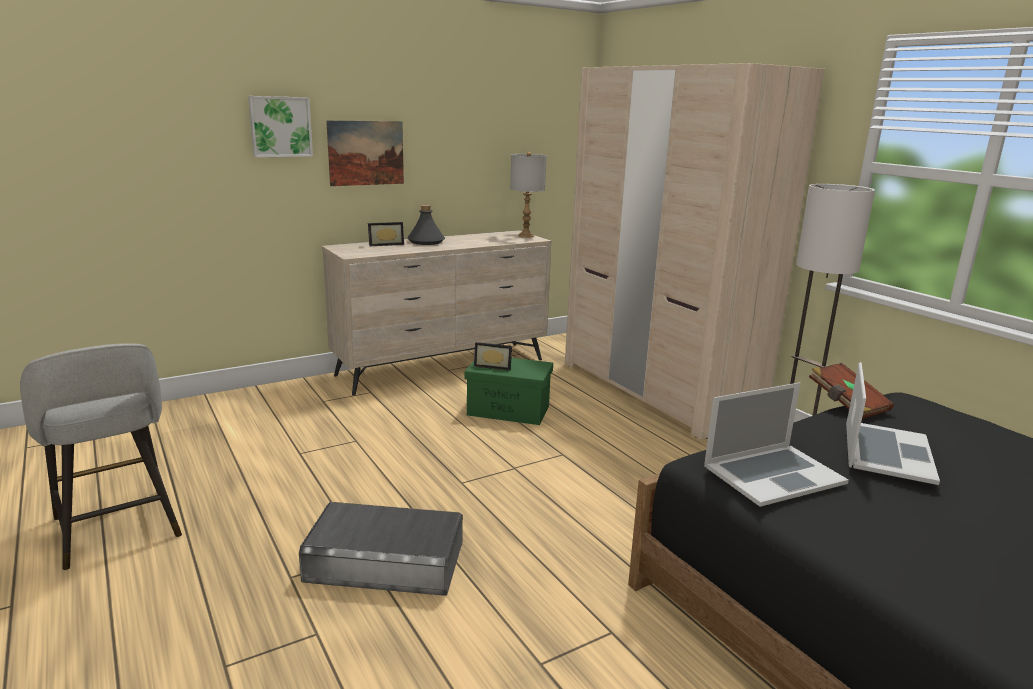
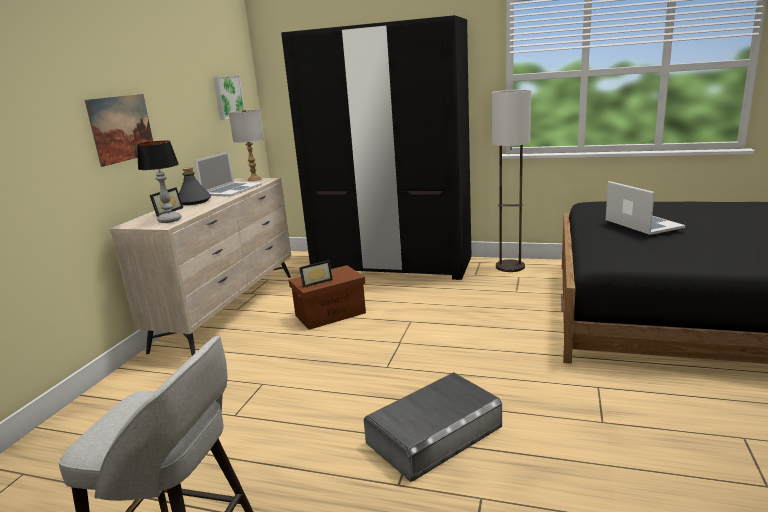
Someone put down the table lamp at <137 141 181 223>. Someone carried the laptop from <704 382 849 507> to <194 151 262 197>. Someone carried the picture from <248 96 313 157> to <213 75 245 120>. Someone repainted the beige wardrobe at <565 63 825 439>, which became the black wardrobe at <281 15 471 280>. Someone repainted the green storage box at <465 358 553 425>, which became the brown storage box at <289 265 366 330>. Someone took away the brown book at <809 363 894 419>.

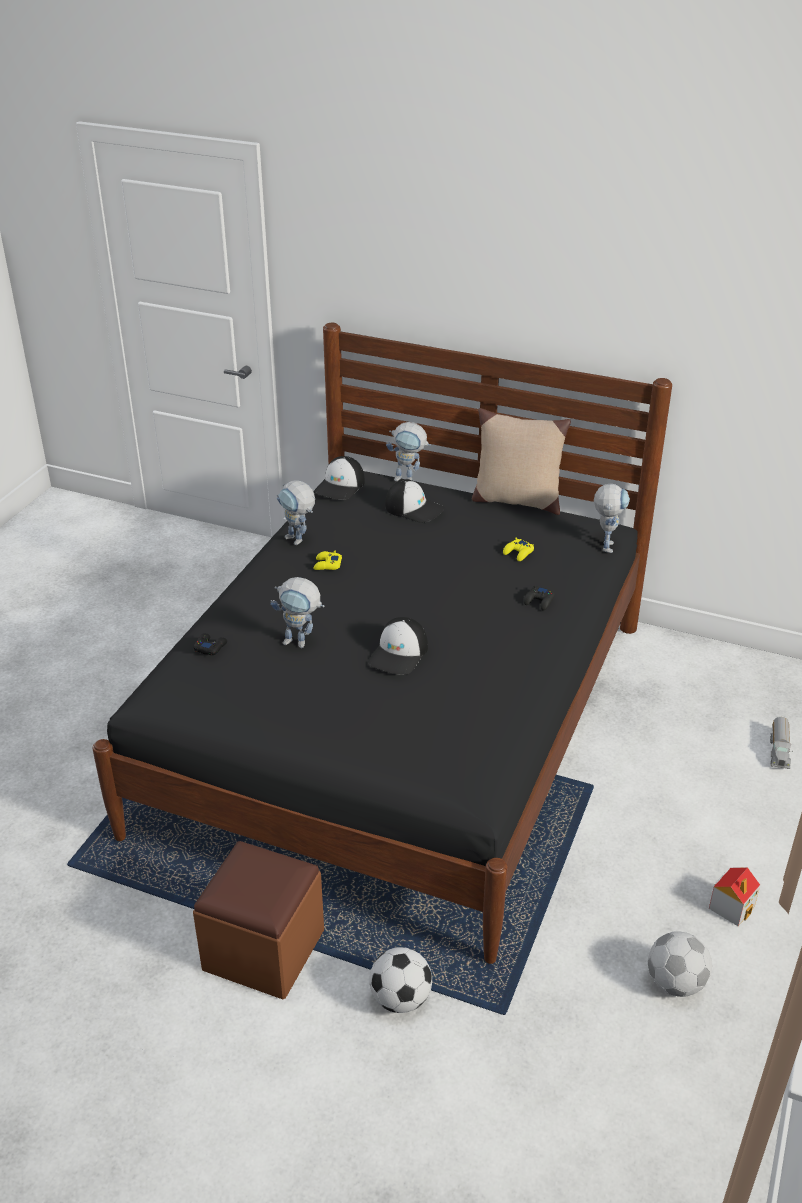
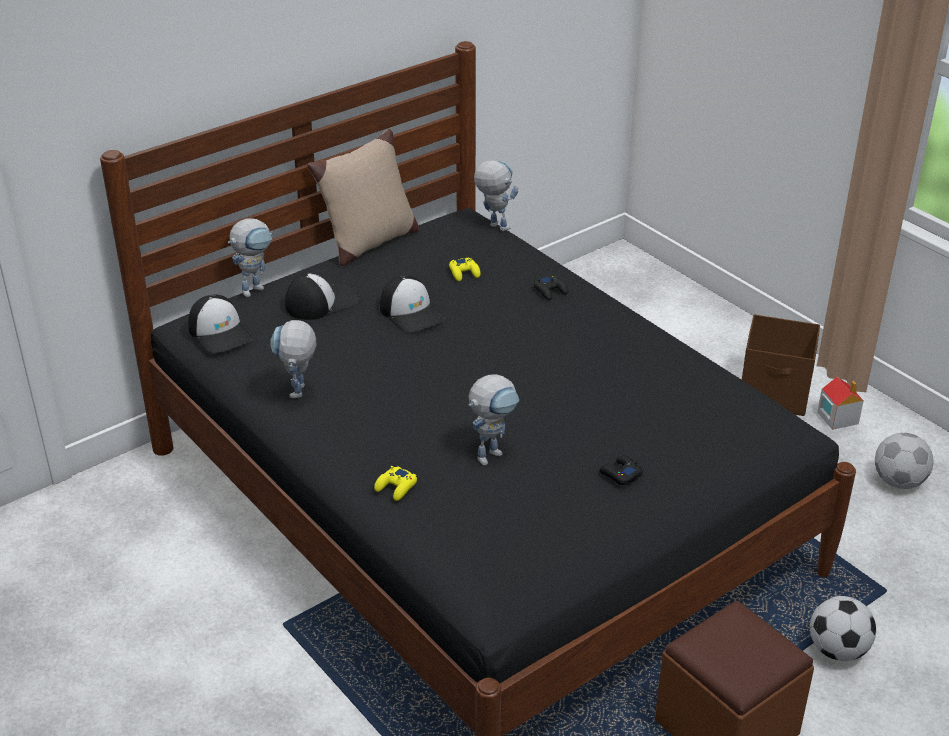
Someone rotated the toy robot at <277 480 315 545> by 105 degrees clockwise. Someone carried the yellow game controller from <313 550 342 570> to <374 466 417 501>. Someone carried the cap from <368 617 428 675> to <380 275 445 332>. Someone carried the black game controller from <193 633 227 655> to <599 455 643 485>. Someone put down the brown storage box at <742 314 820 416>. Someone took away the toy truck at <770 717 793 769>.

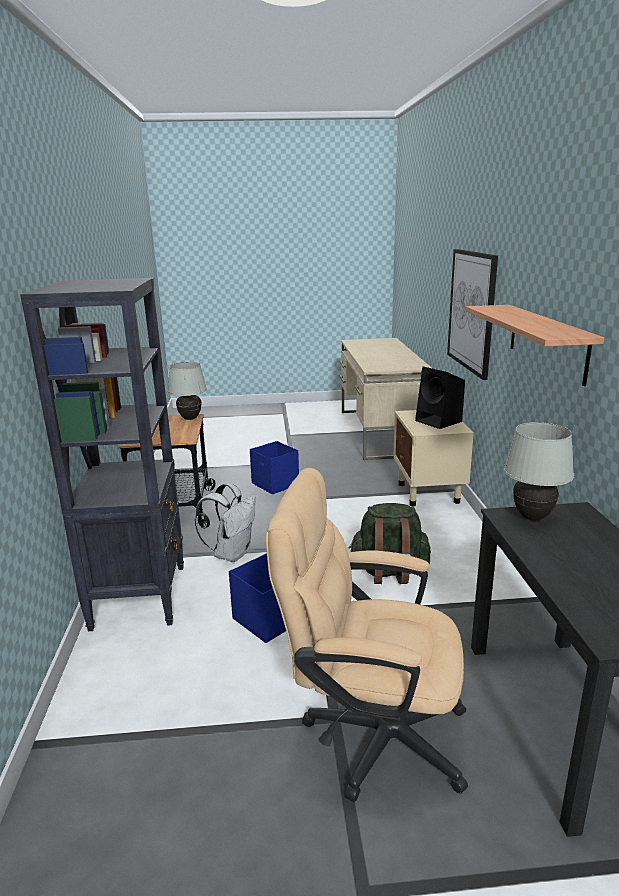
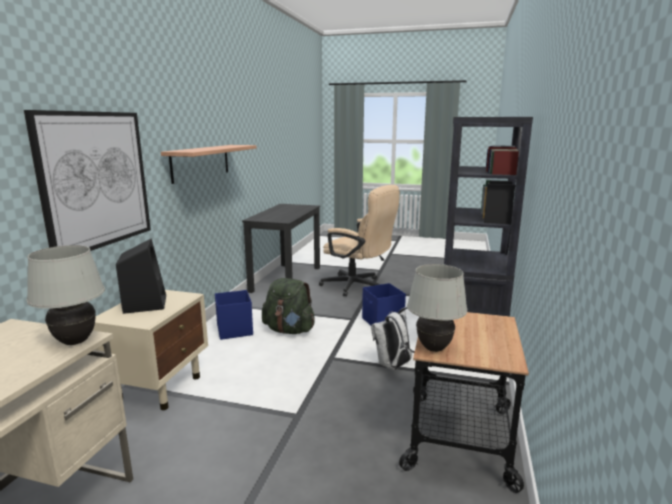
Someone carried the white table lamp from <504 422 574 521> to <27 245 105 345>. Someone carried the blue storage box from <250 441 299 494> to <215 290 253 340>.

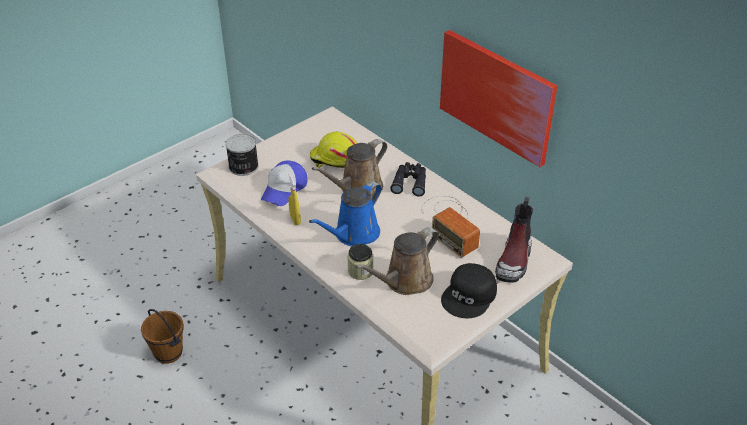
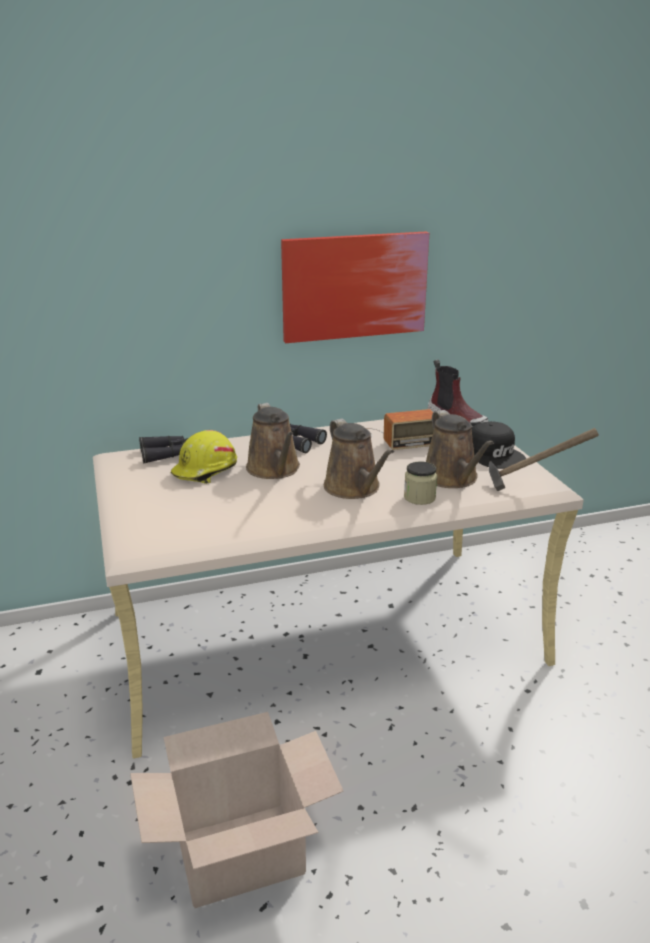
Someone swapped the brown bucket at <141 309 184 364> for the cardboard box at <130 712 343 908>. Someone put down the black binoculars at <139 436 188 464>. Someone repainted the blue watering can at <309 181 382 247>, which became the brown watering can at <324 419 394 499>. Someone put down the hammer at <489 428 599 491>. Someone took away the can at <225 134 259 176>. Someone took away the cap at <261 160 308 206>. Someone took away the yellow spray bottle at <288 174 301 225>.

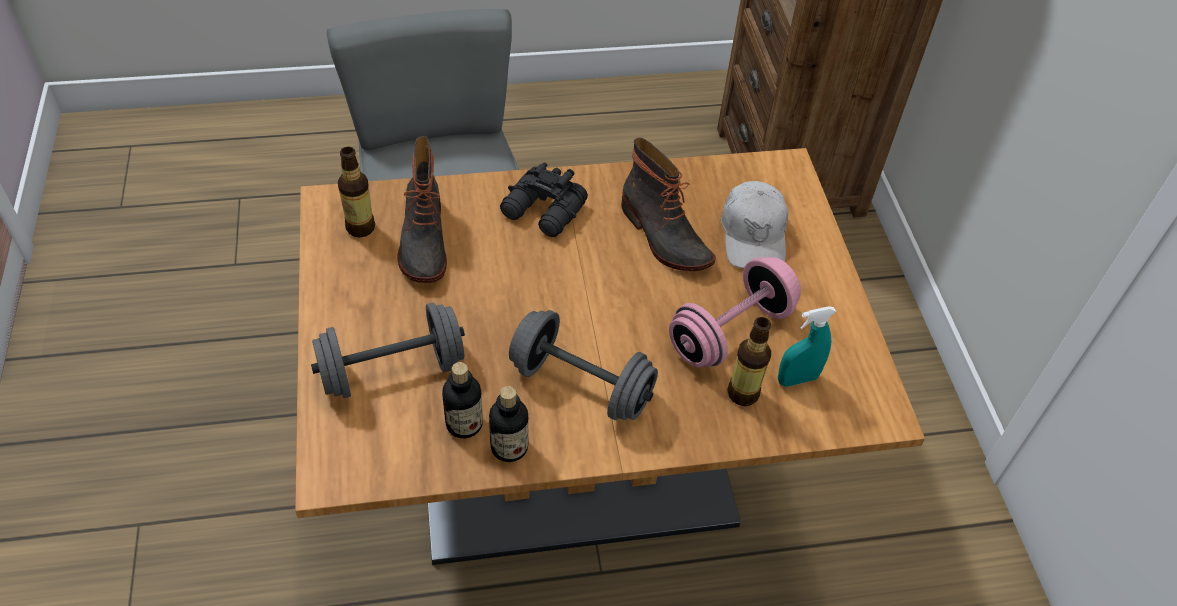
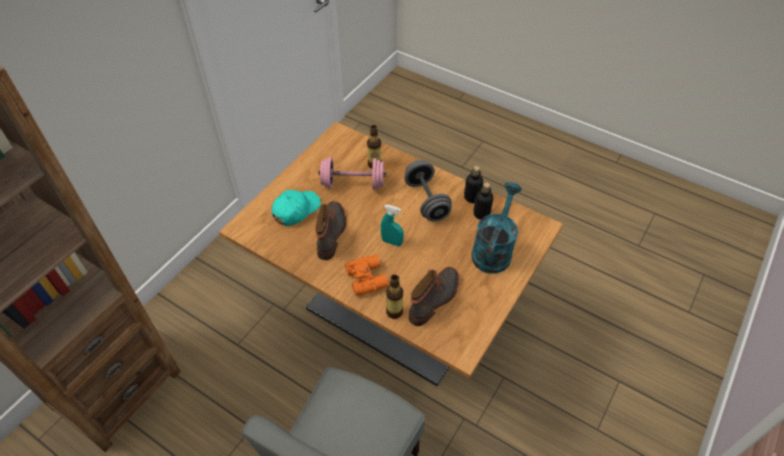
Someone repainted the white cap at <721 181 789 268>, which became the turquoise cap at <272 190 321 226>. Someone repainted the black binoculars at <500 162 588 237>, which became the orange binoculars at <345 255 388 296>. Someone carried the turquoise spray bottle from <778 306 836 387> to <381 205 404 246>. Someone carried the bottle from <338 147 375 237> to <386 275 403 319>. Someone swapped the grey dumbbell at <311 302 465 398> for the turquoise watering can at <471 182 522 274>.

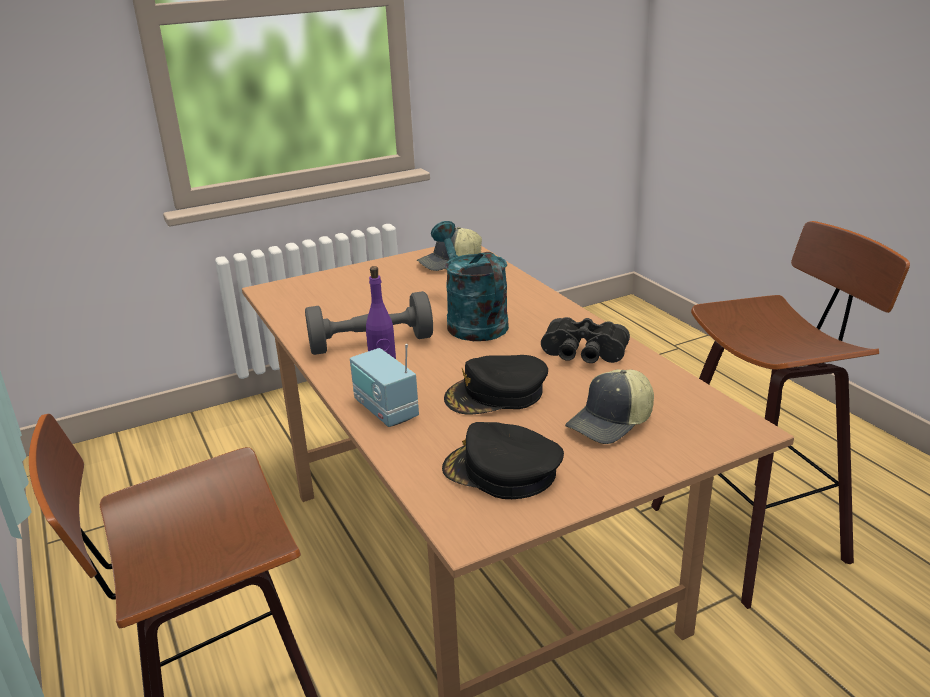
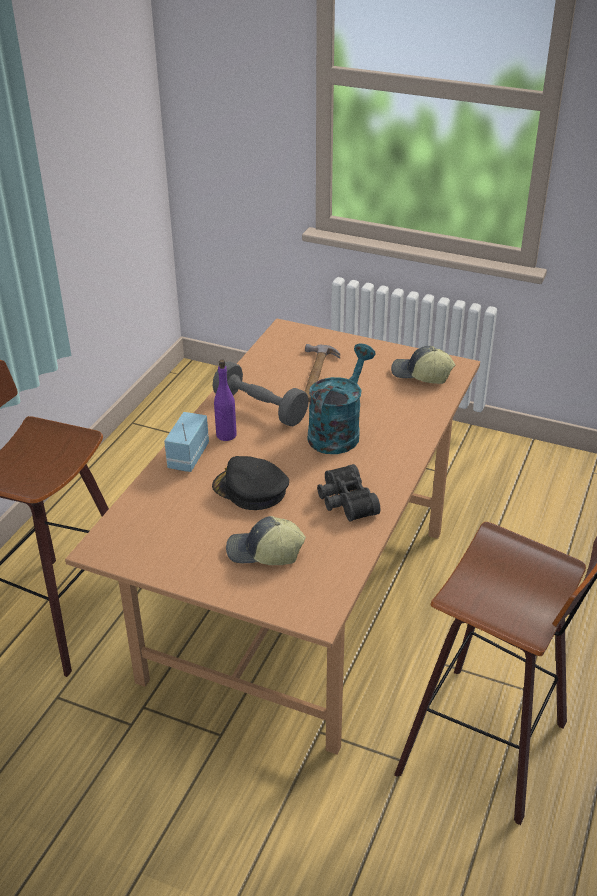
Someone put down the hammer at <305 344 340 402>. Someone took away the black cap at <442 422 564 499>.

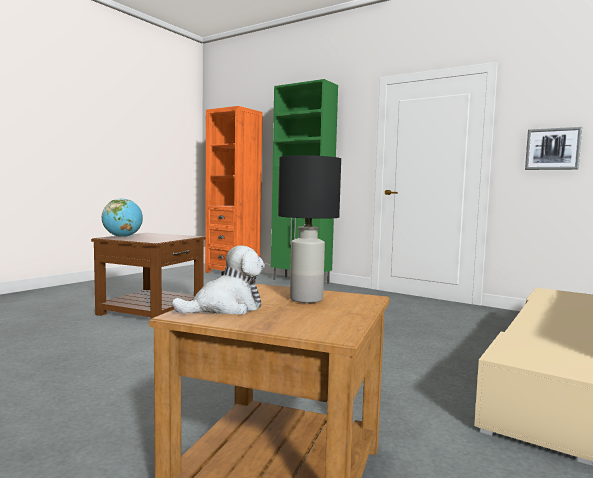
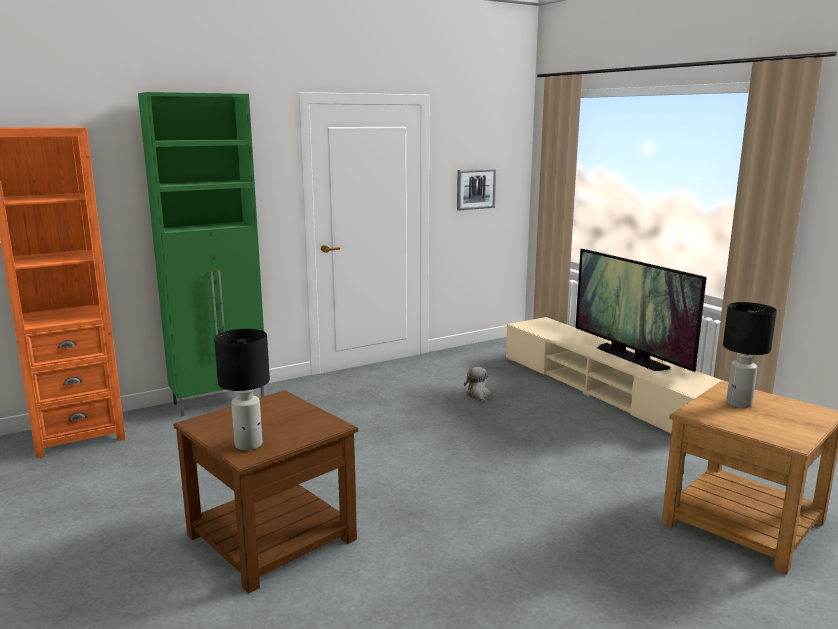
Someone swapped the globe at <102 198 143 237> for the black table lamp at <214 329 270 450>. Someone carried the plush toy from <172 246 265 315> to <464 367 491 403>. Someone put down the television at <575 249 707 372>.

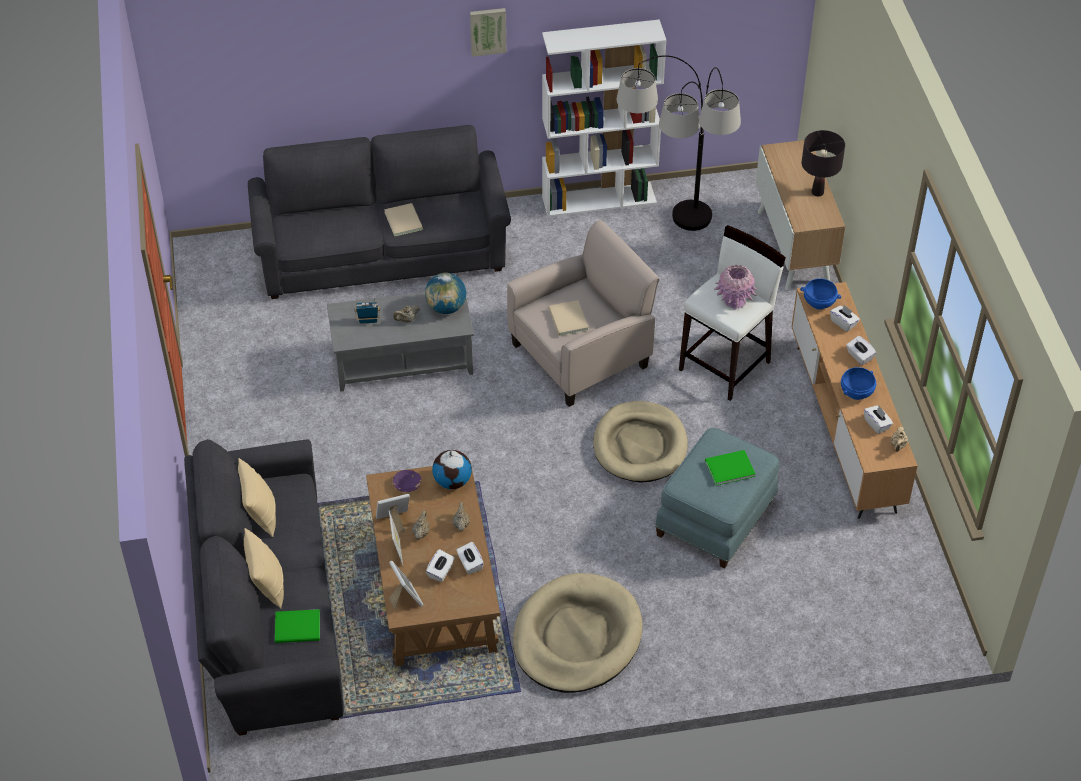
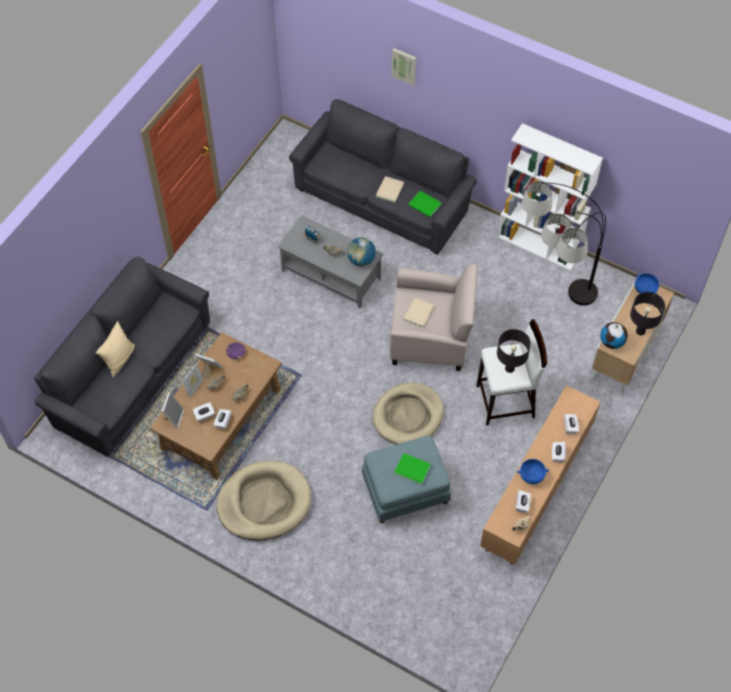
Someone carried the picture from <470 8 507 57> to <392 48 416 86>. Someone carried the green book from <275 609 320 643> to <408 191 442 217>. Someone swapped the pink vase at <714 265 758 310> for the black table lamp at <497 329 531 373>. Someone carried the globe from <432 450 472 489> to <600 322 628 349>. Someone carried the blue bowl from <800 279 841 309> to <635 273 659 294>. Someone took away the beige pillow at <238 458 276 537>.

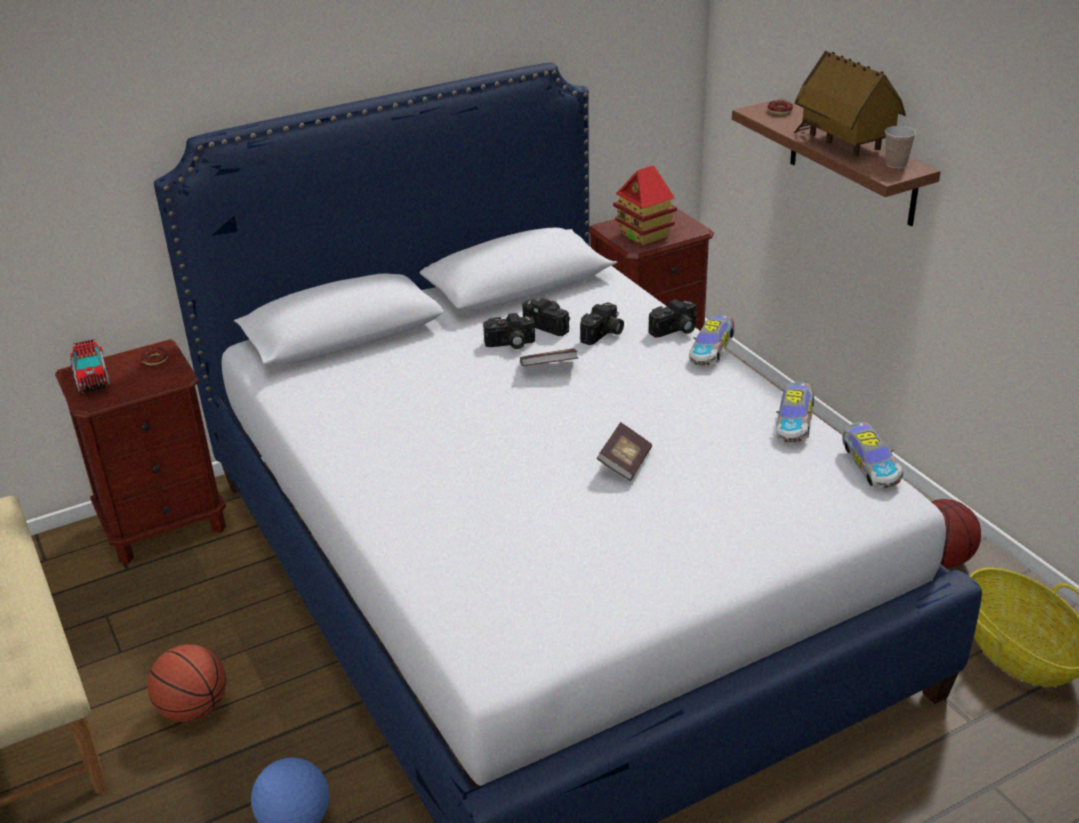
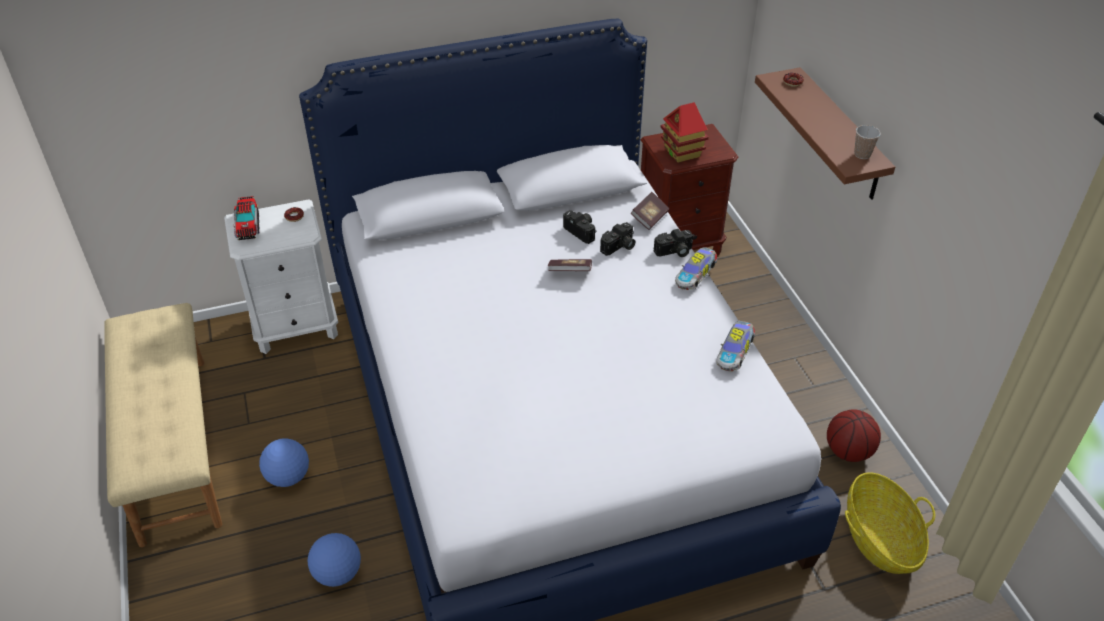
Someone repainted the brown nightstand at <55 339 226 564>, which became the white nightstand at <224 199 338 354>. Someone swapped the basketball at <147 644 226 722> for the football at <259 438 309 487>. Someone carried the book from <597 422 652 481> to <631 192 669 230>. Someone took away the photo camera at <483 313 535 349>. Someone took away the toy house at <794 51 906 156>. Someone took away the toy car at <842 421 903 488>.

